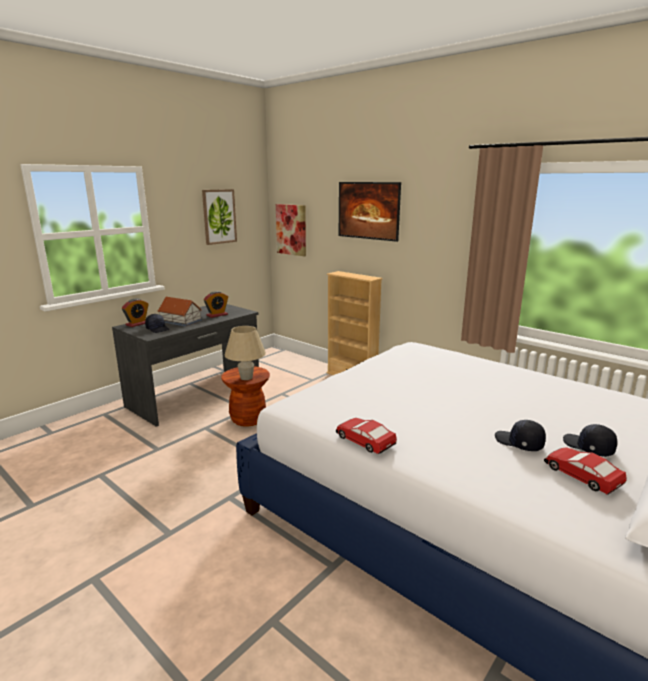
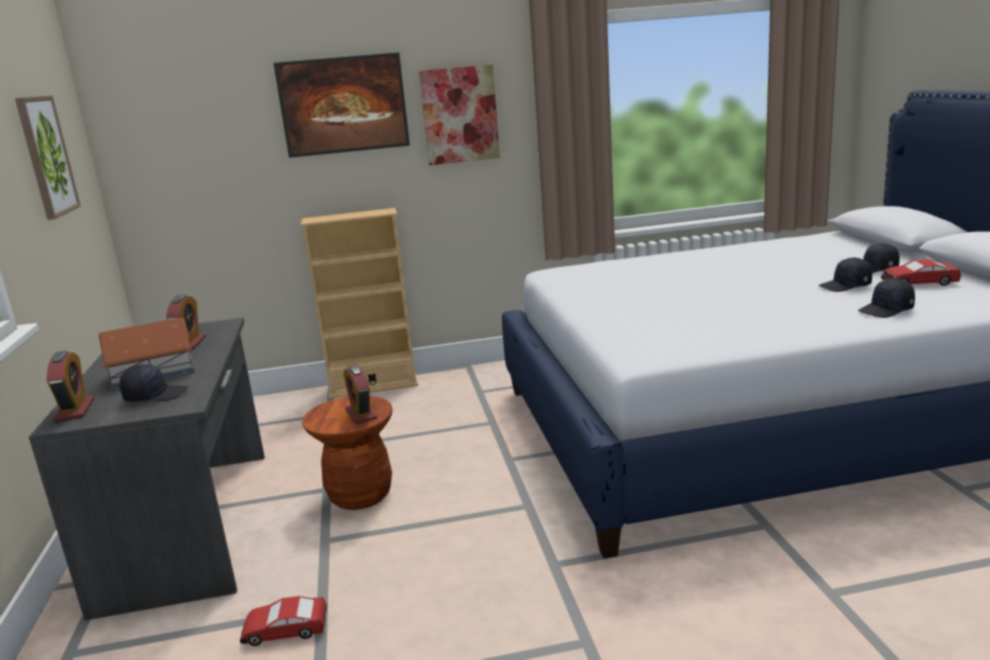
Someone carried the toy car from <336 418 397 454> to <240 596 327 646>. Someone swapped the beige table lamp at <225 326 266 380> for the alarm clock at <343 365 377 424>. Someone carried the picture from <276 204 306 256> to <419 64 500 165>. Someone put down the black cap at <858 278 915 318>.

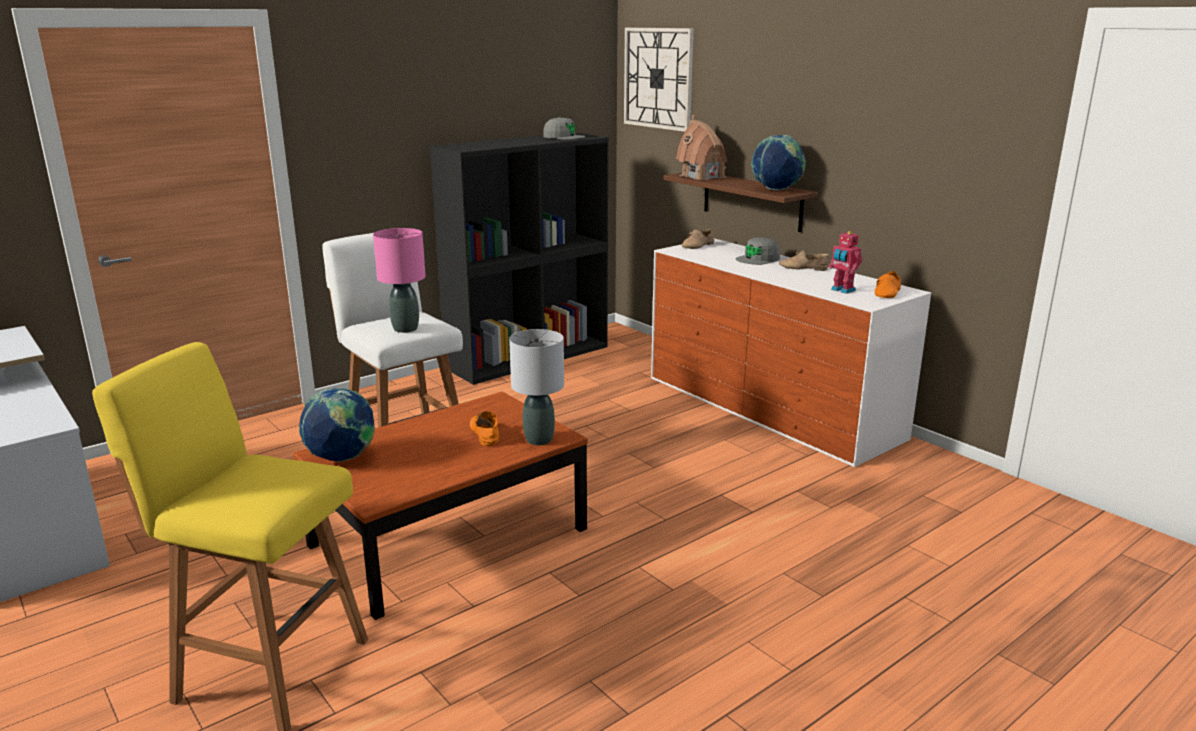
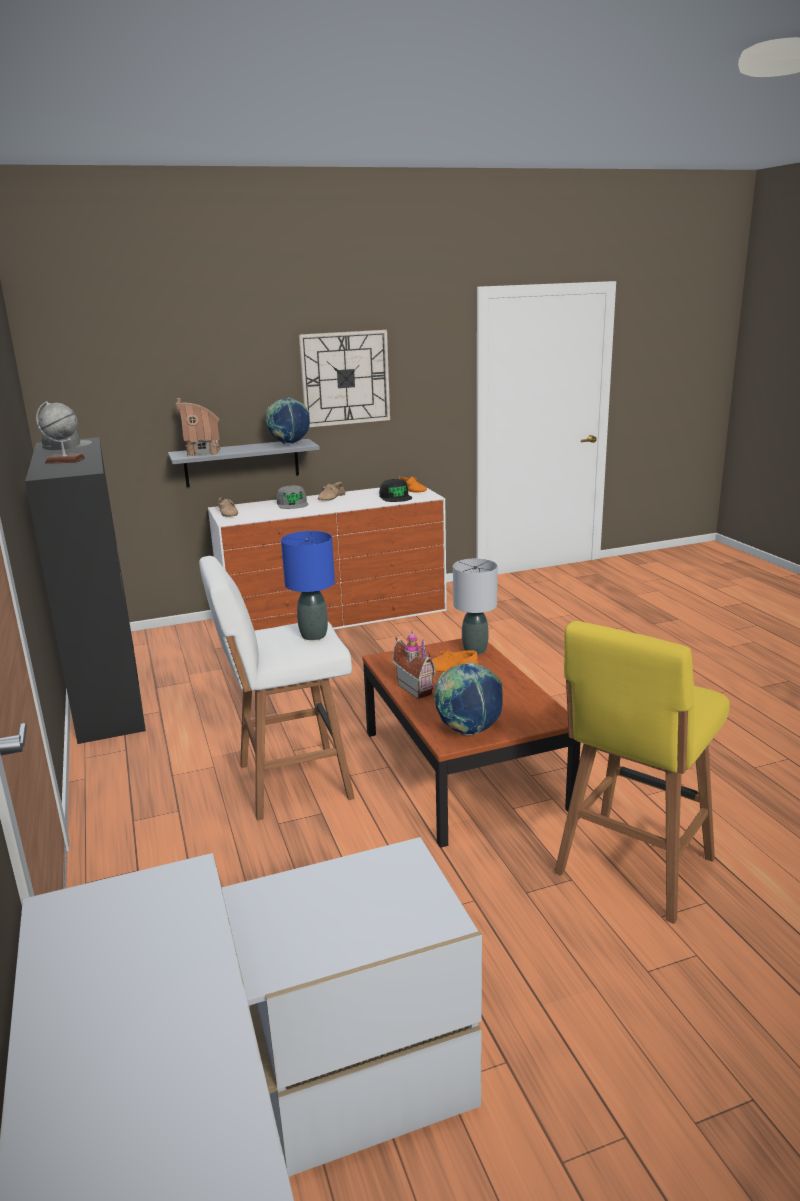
Someone put down the globe at <36 401 85 464>. Someone repainted the brown shelf at <663 173 818 232>, which became the grey shelf at <168 439 320 487>. Someone repainted the pink table lamp at <373 228 426 333>, which became the blue table lamp at <281 531 335 640>. Someone carried the wall clock from <624 28 694 132> to <299 330 390 427>. Someone swapped the toy robot at <829 231 863 294> for the black cap at <379 479 412 502>. Someone put down the toy house at <392 630 436 699>.

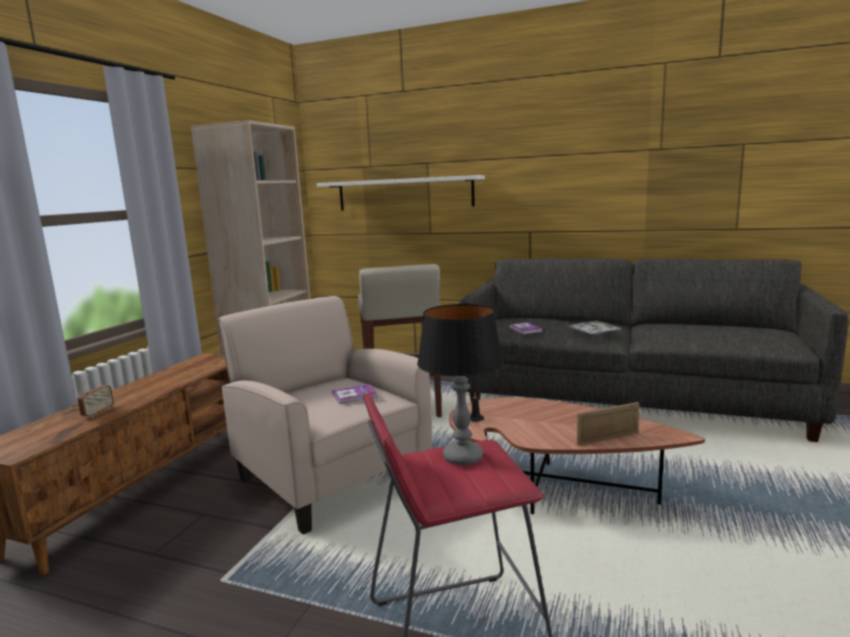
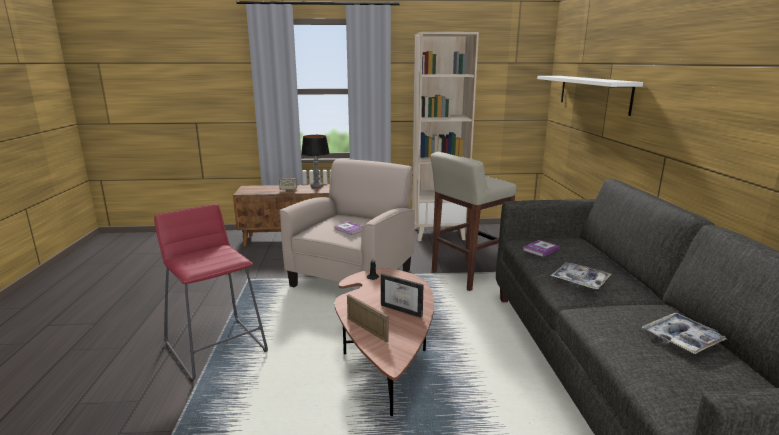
Someone carried the table lamp from <417 304 503 465> to <301 135 330 188>. Someone put down the picture frame at <381 274 423 318>. Someone put down the tray at <642 313 727 354>.

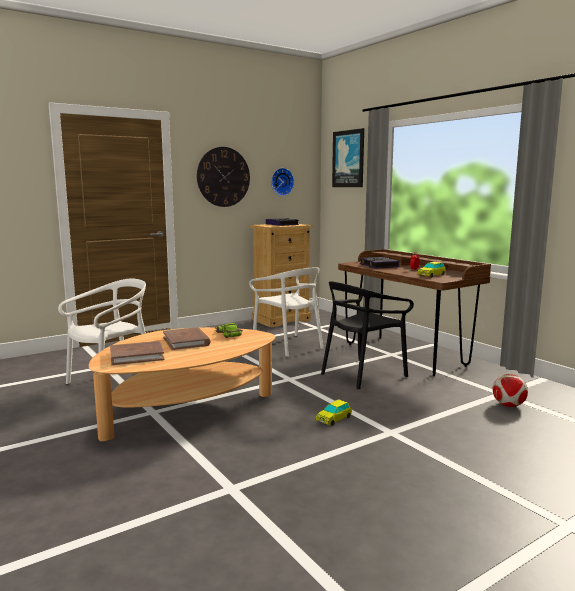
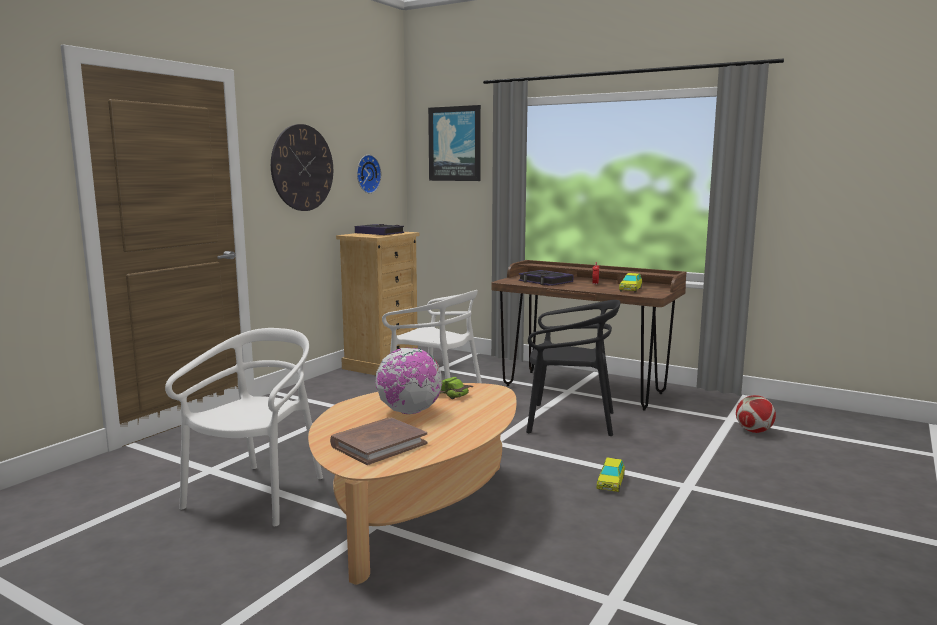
Someone swapped the brown book at <163 327 211 350> for the globe at <376 347 442 414>. Someone rotated the black chair at <321 281 414 389> by 105 degrees counterclockwise.

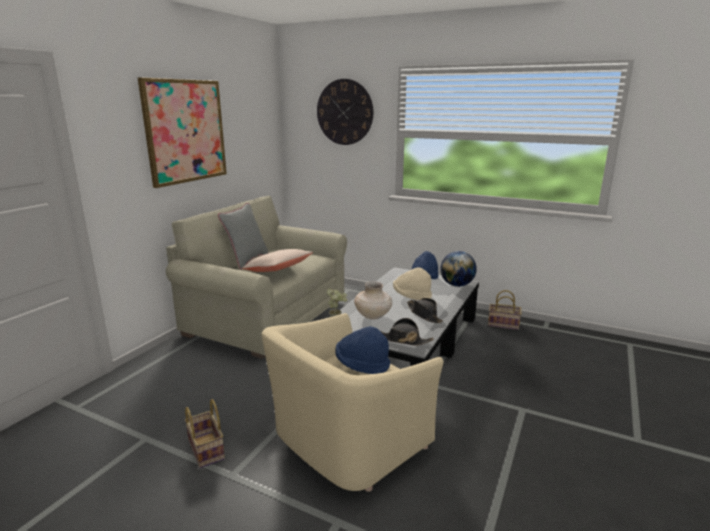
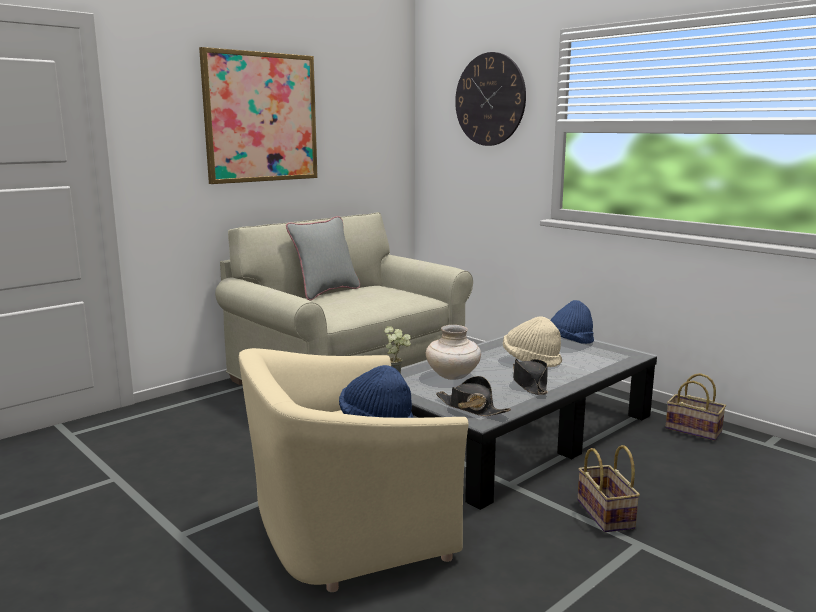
Someone carried the basket from <185 399 225 468> to <578 445 640 532>. Someone took away the beige pillow at <242 249 313 272>. Someone took away the globe at <440 251 477 287>.

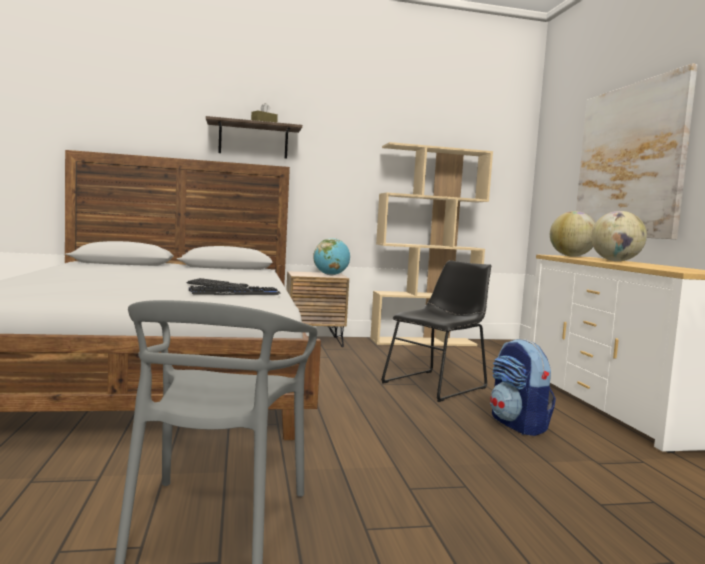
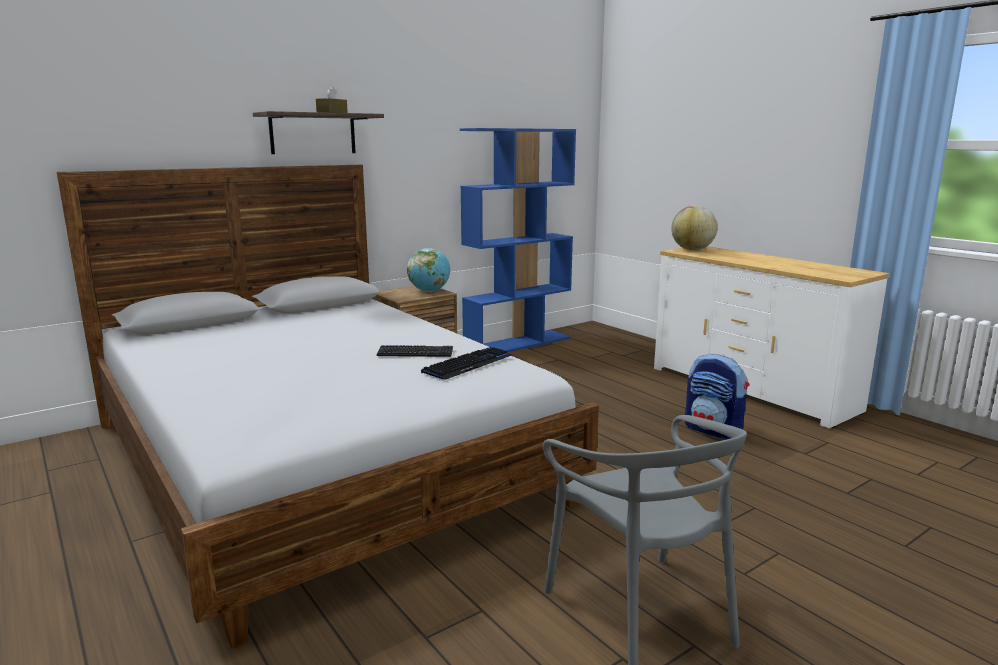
Someone repainted the beige bookcase at <370 142 493 346>, which became the blue bookcase at <460 128 576 352>. Someone took away the black chair at <381 260 491 402>. Someone took away the picture at <576 64 698 239>. Someone took away the globe at <591 211 647 261>.

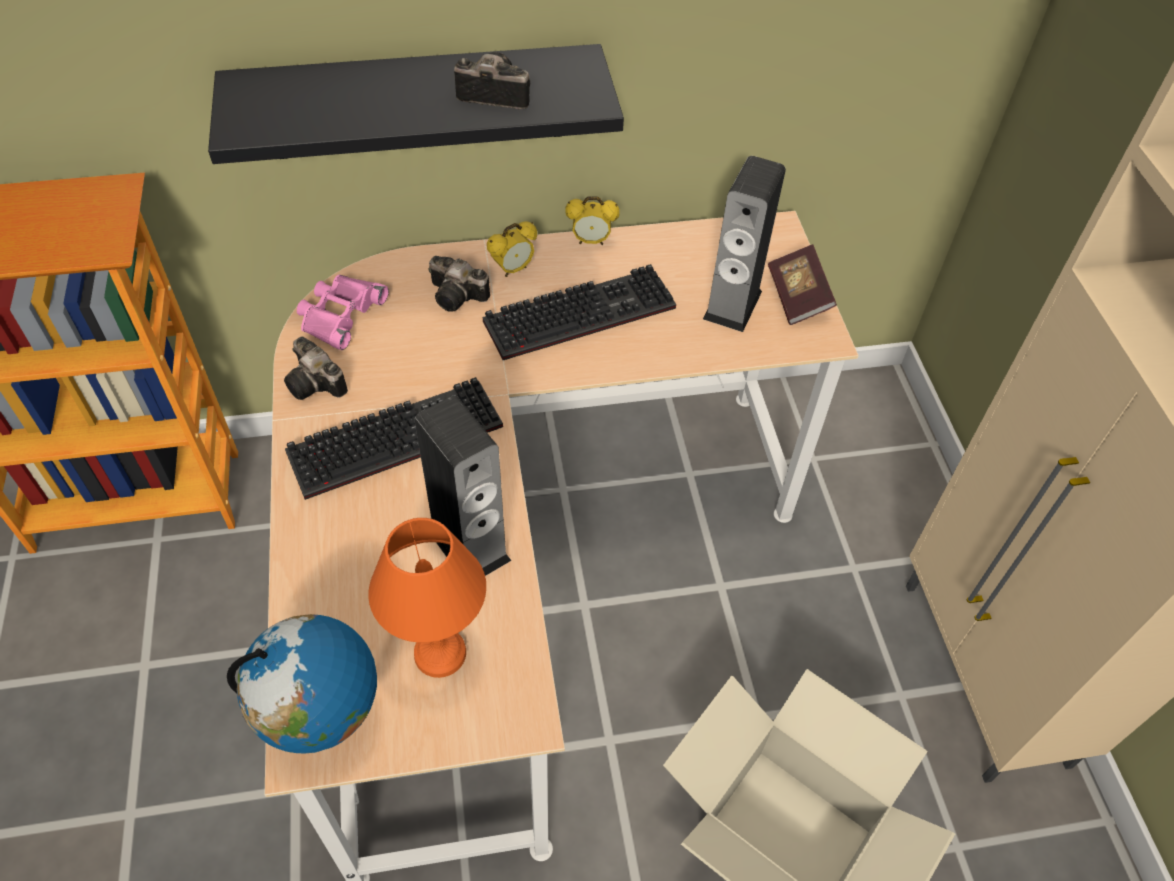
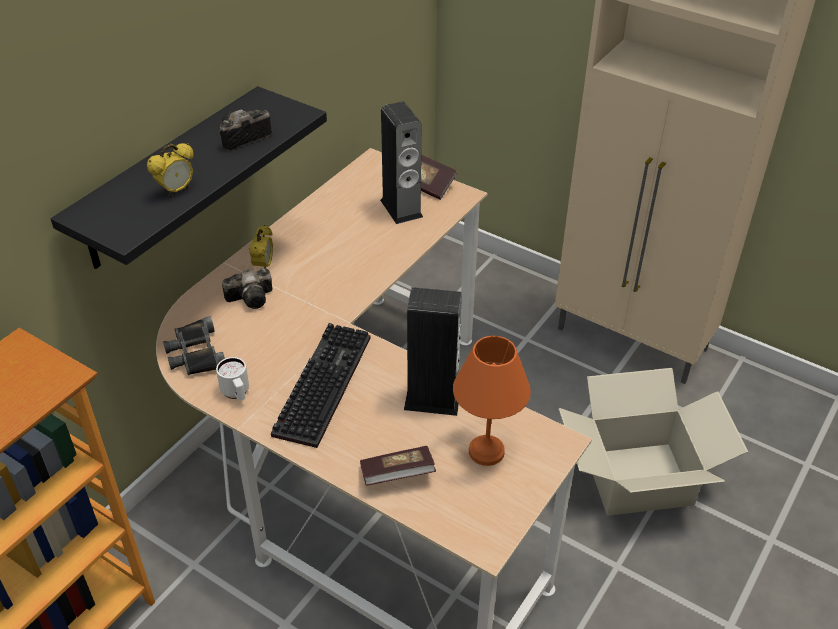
Someone carried the alarm clock from <565 196 620 245> to <147 143 194 197>. Someone repainted the pink binoculars at <297 275 389 350>, which became the black binoculars at <163 317 225 375>. Someone swapped the photo camera at <284 336 348 400> for the white mug at <216 357 249 401>. Someone put down the book at <360 446 436 485>. Someone took away the globe at <227 614 377 753>. Someone took away the keyboard at <483 264 676 360>.

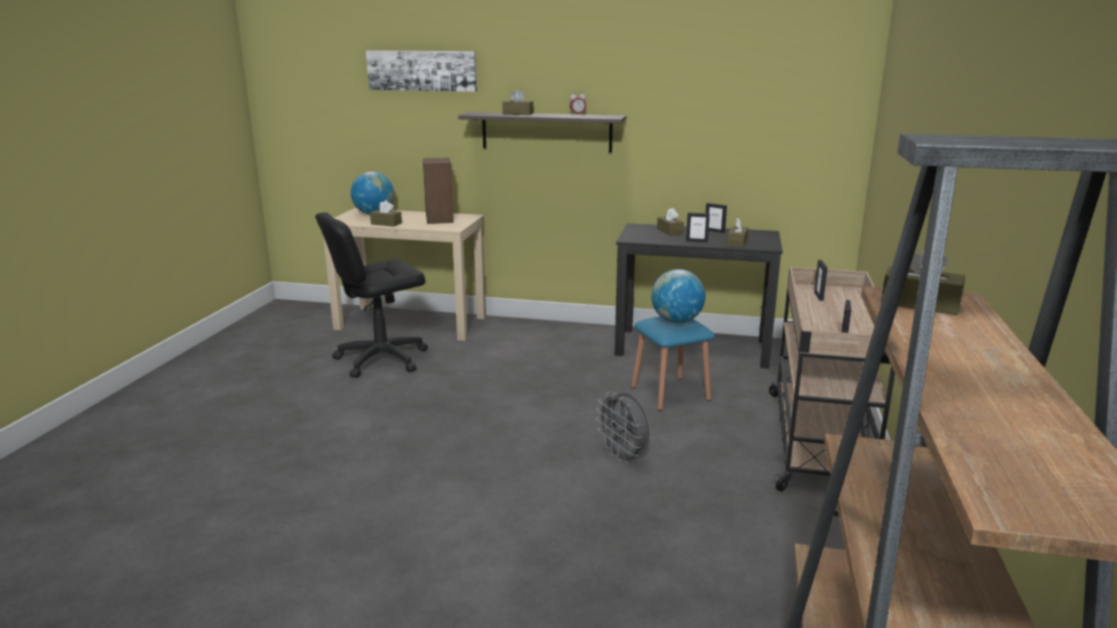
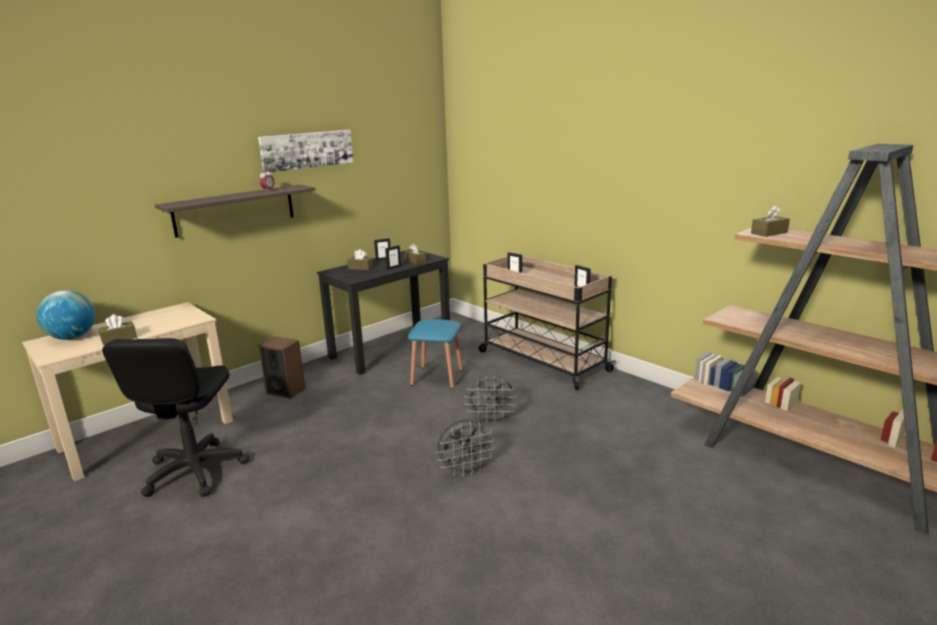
Someone carried the picture from <366 51 477 92> to <258 130 353 173>. Someone carried the speaker from <423 158 454 224> to <259 337 305 399>. Someone put down the grey fan at <437 419 495 476>. Someone took away the brown tissue box at <502 89 533 115>. Someone took away the globe at <651 269 705 323>.

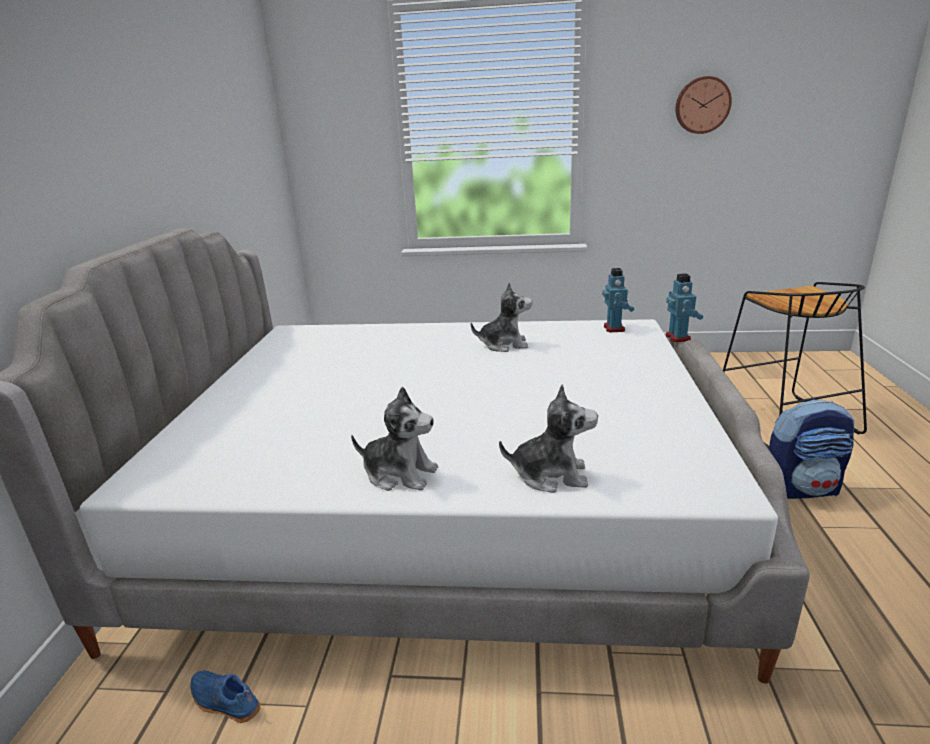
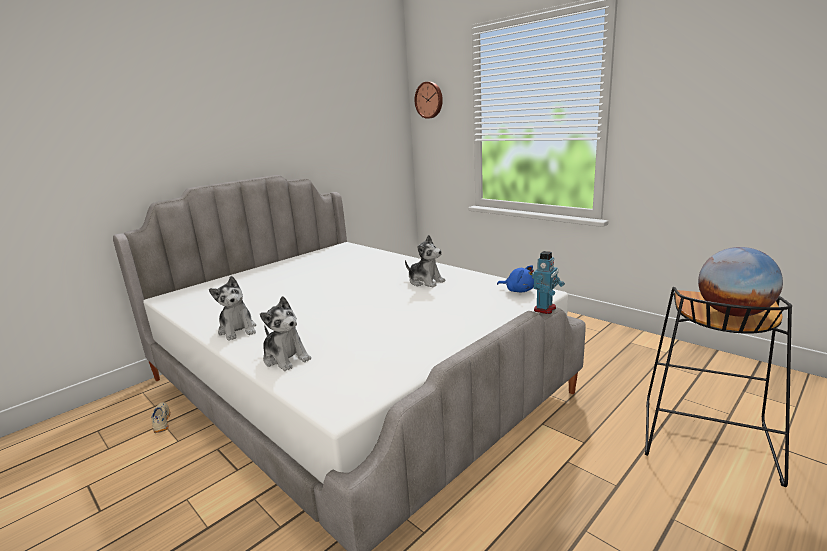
Someone repainted the blue shoe at <191 671 261 723>, which became the beige shoe at <151 402 171 433>. Someone carried the wall clock from <675 76 732 134> to <414 82 443 119>. Someone swapped the toy robot at <602 268 634 333> for the blue plush toy at <497 265 534 292>. Someone put down the globe at <698 247 783 316>. Someone took away the backpack at <769 399 854 499>.

